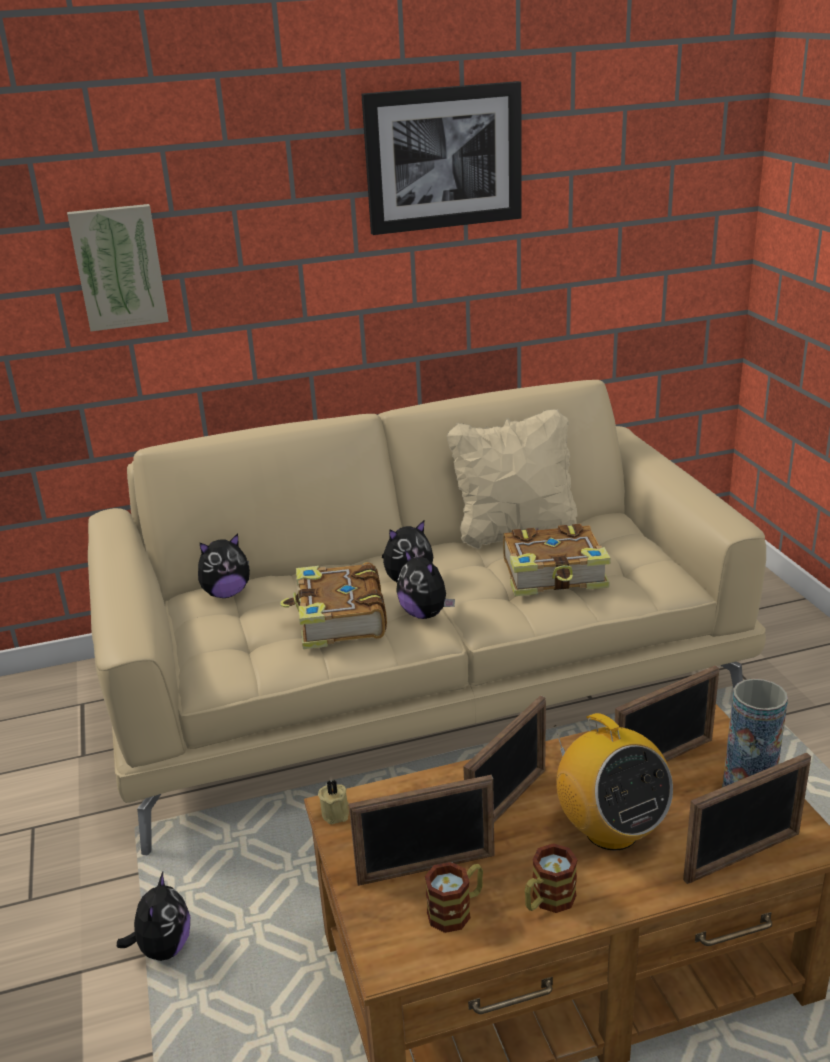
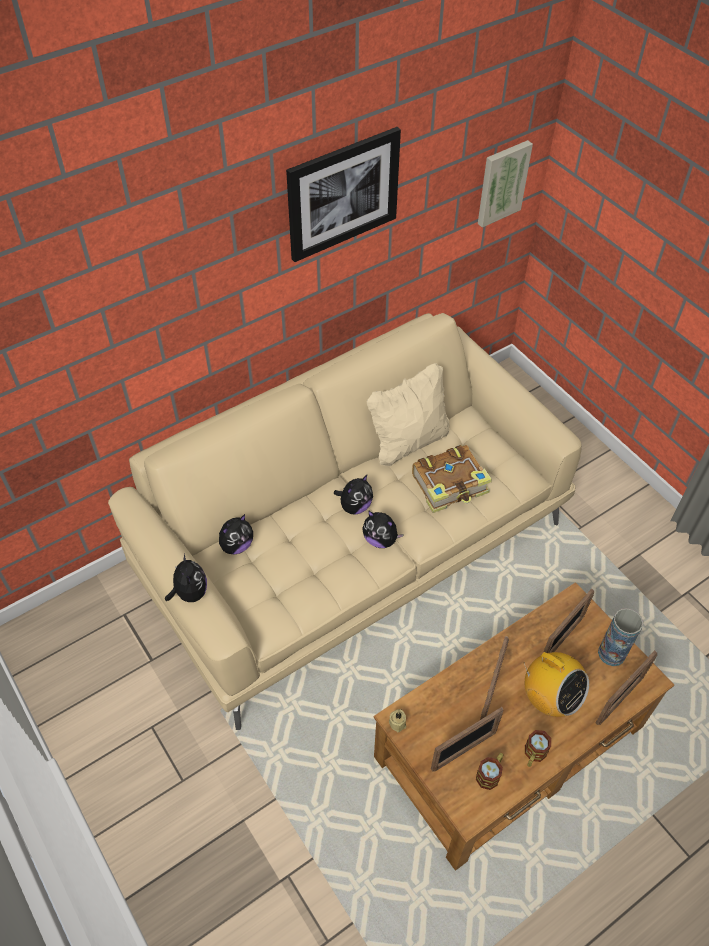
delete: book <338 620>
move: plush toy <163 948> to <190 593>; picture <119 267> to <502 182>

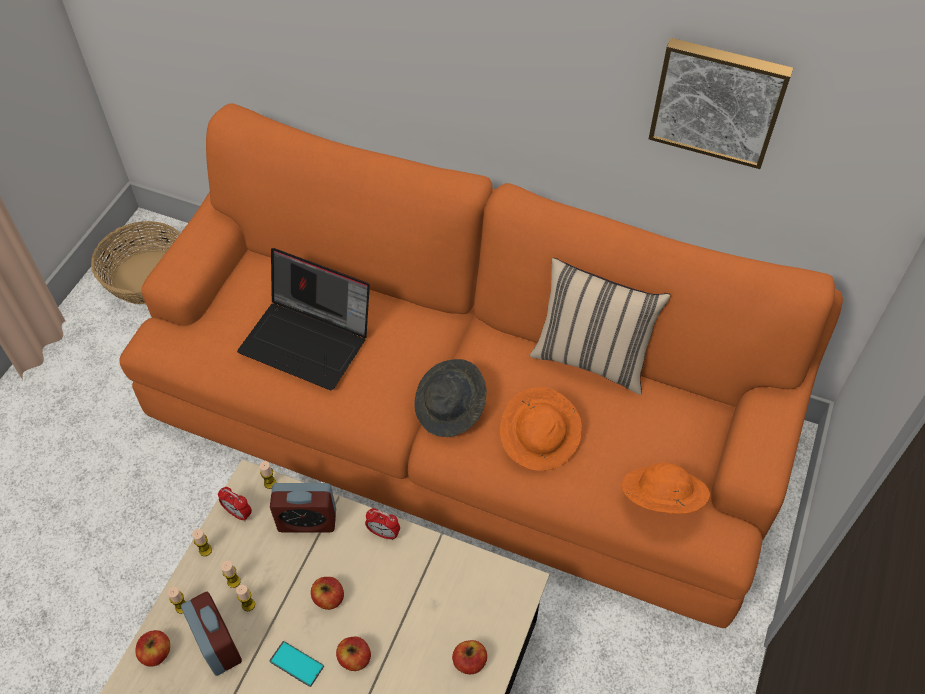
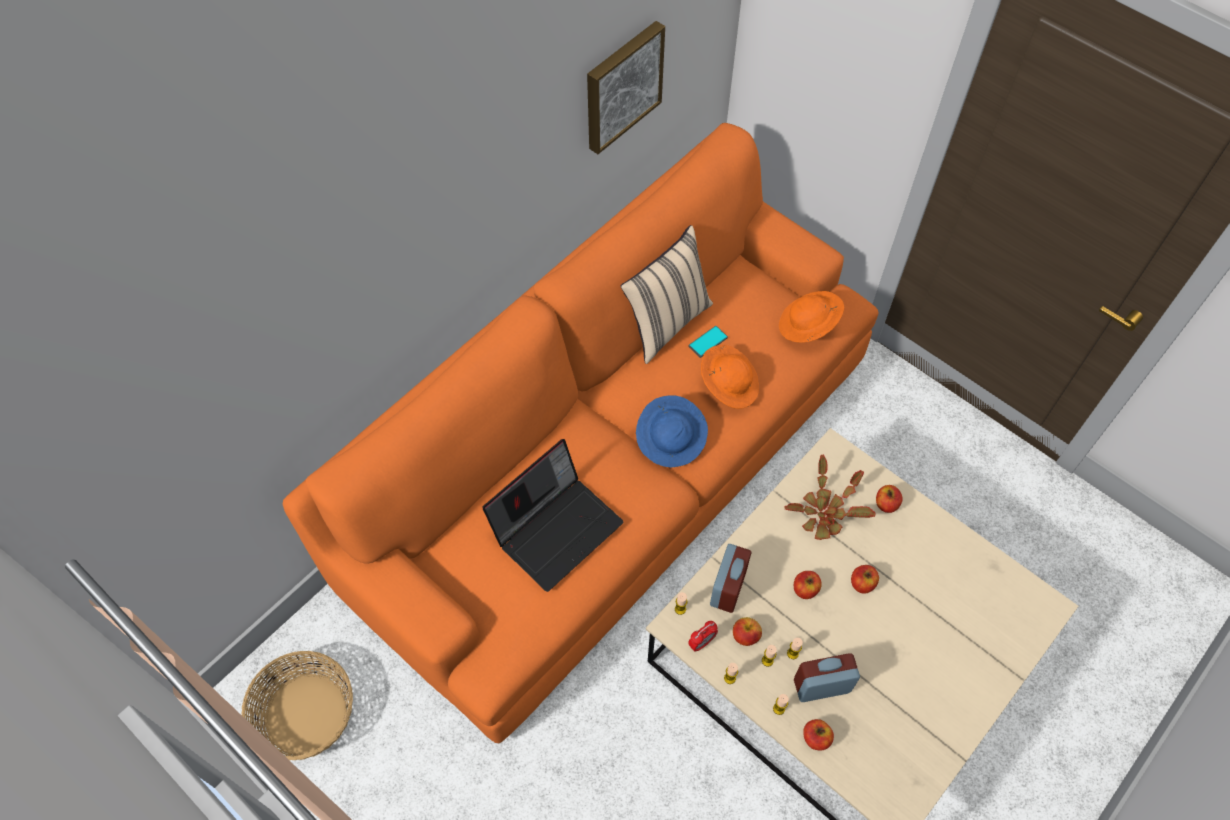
delete: alarm clock <383 533>
insert: apple <745 636>; potted plant <825 512>
move: phone <296 664> to <708 342>
recolor: hat (grey) <450 409> to hat (blue) <671 440>

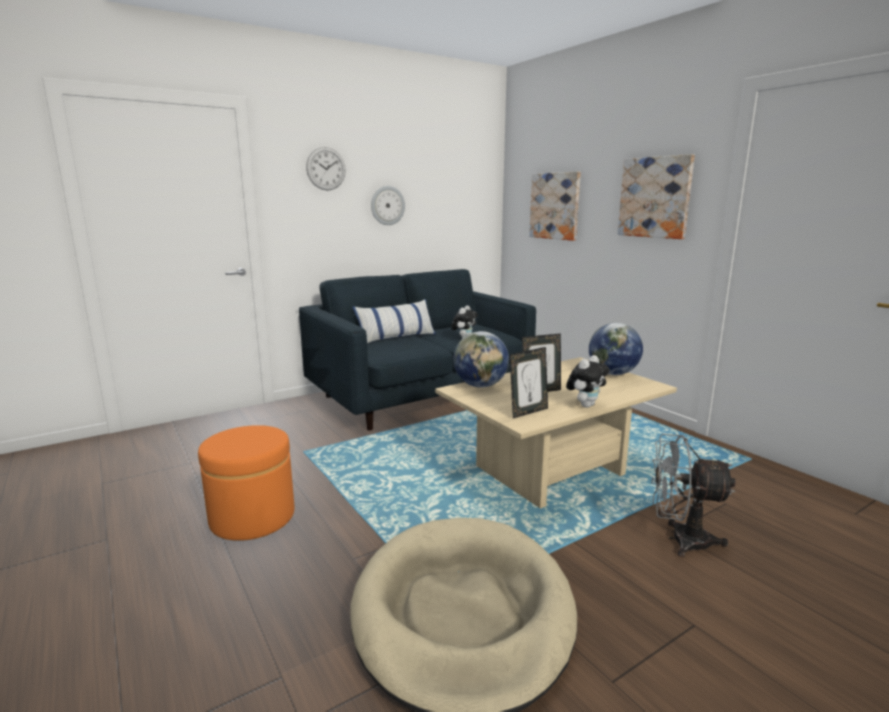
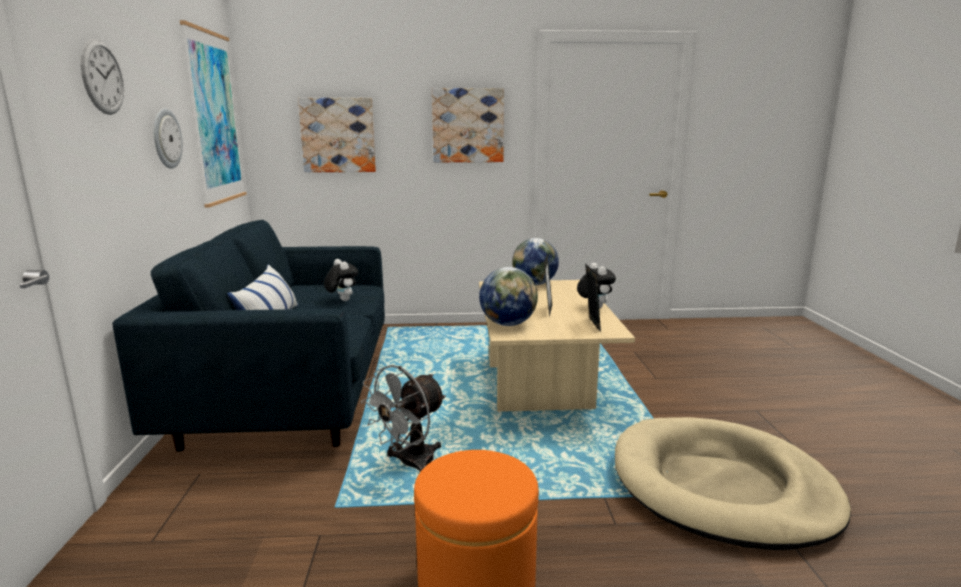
insert: picture <215 118>
move: fan (grey) <680 540> to <409 464>

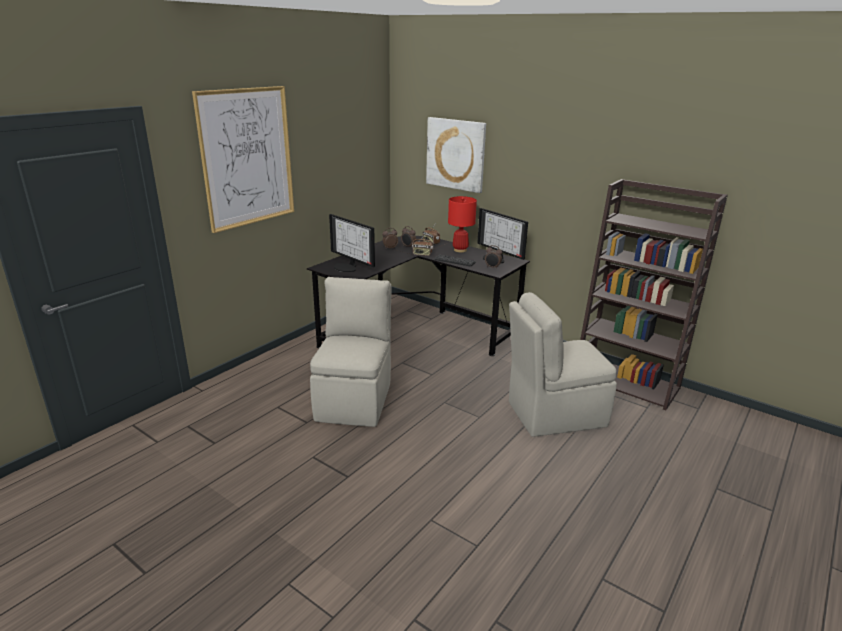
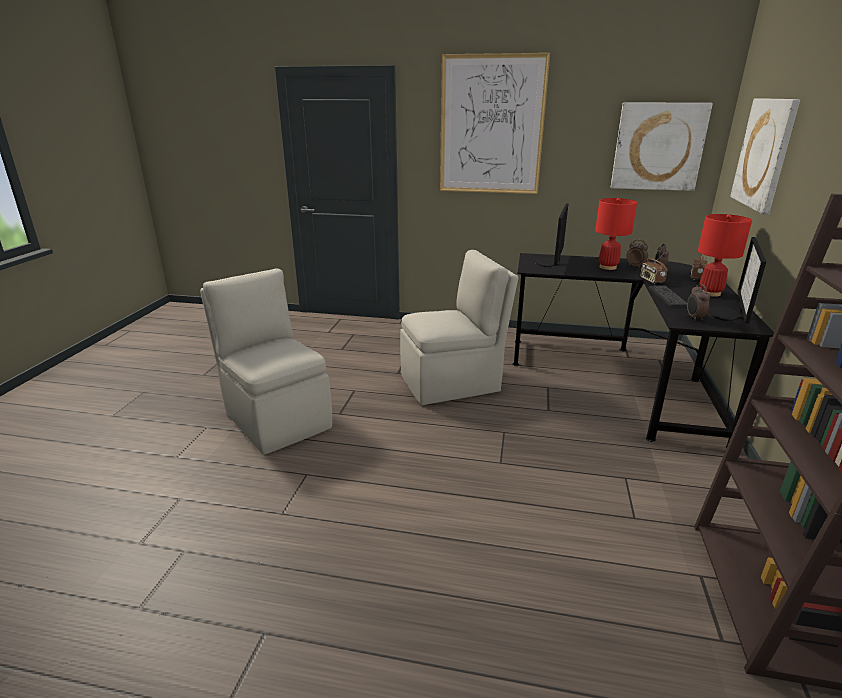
insert: table lamp (red) <607 267>; picture <658 147>
move: chair (beige) <553 414> to <277 418>

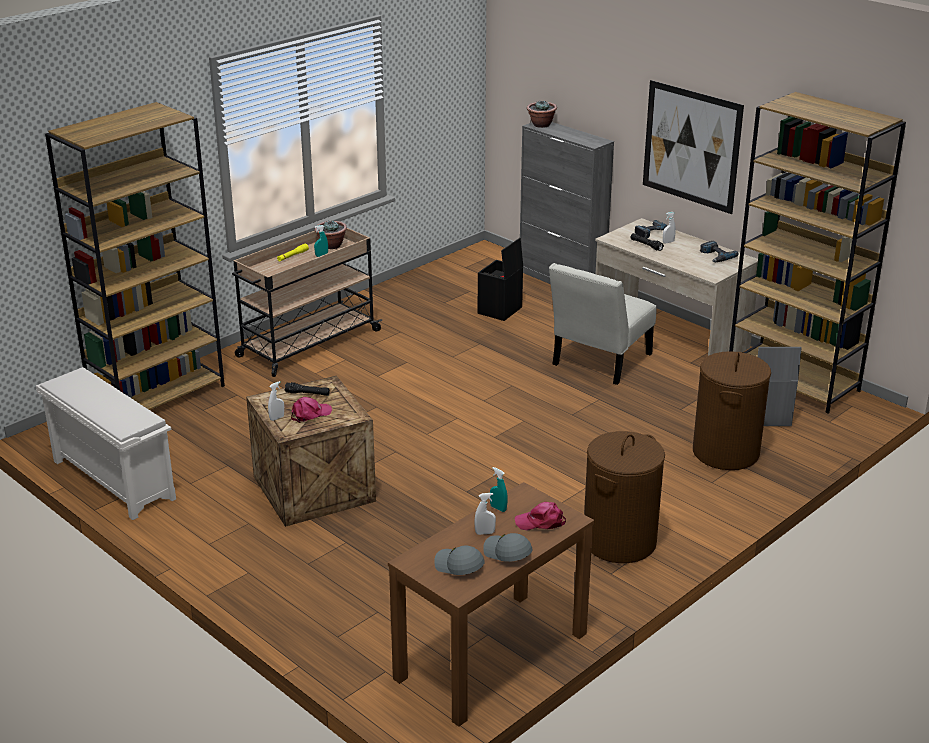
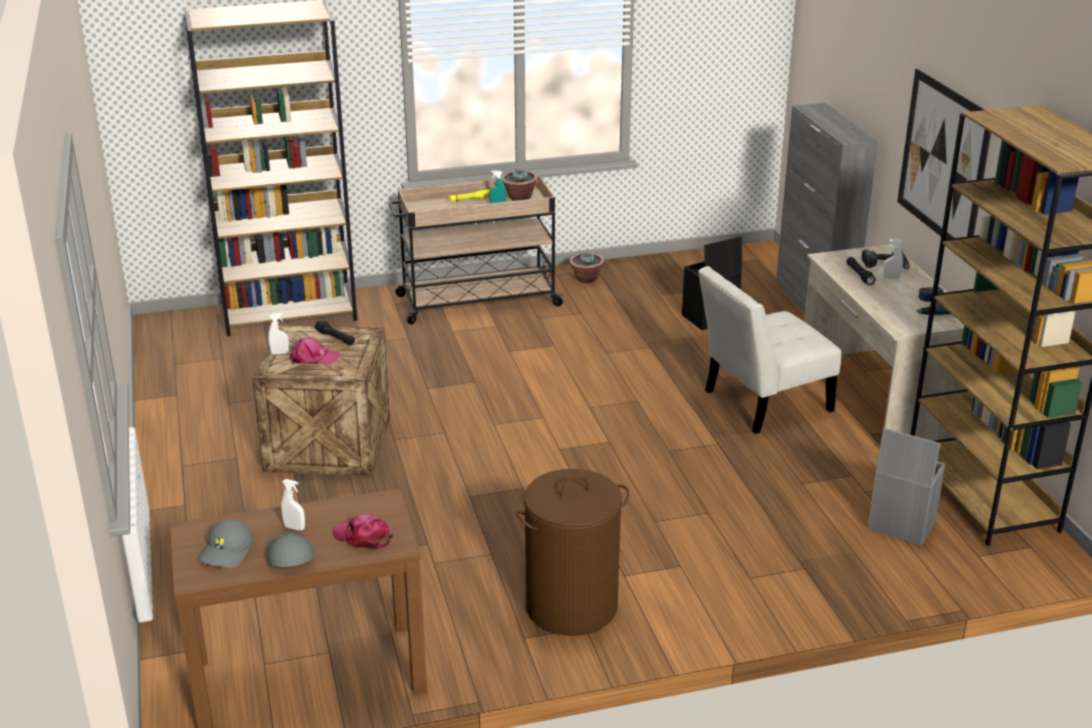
delete: shoe rack (white) <111 480>; spray bottle (turquoise) <498 508>; laundry basket (brown) <726 452>
move: potted plant <541 125> to <586 279>
rotate: cap (grey) <458 566> = <227 552> 135 degrees counterclockwise

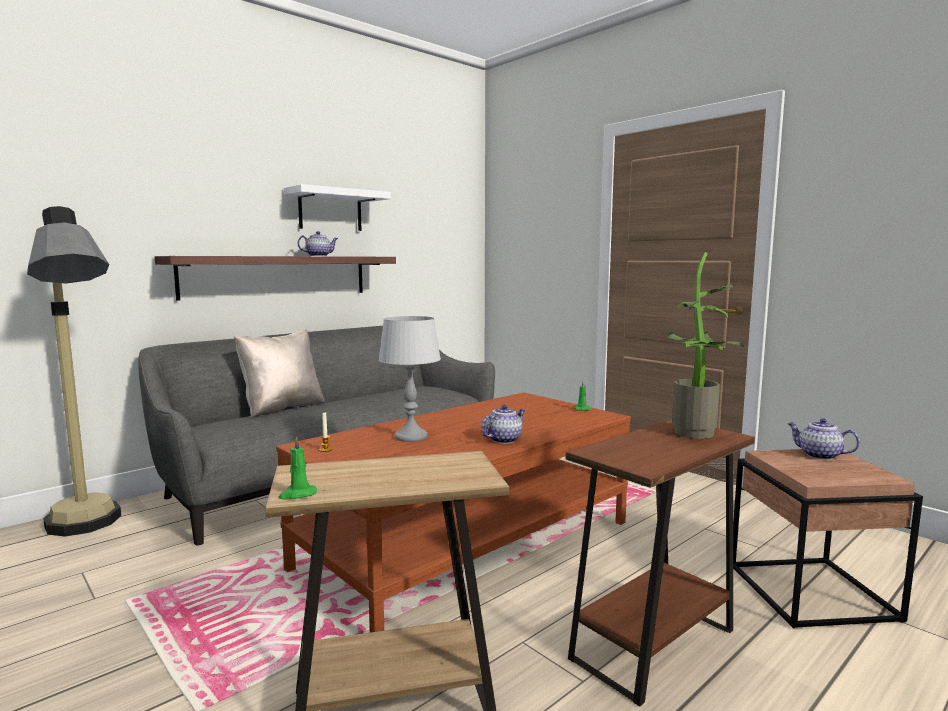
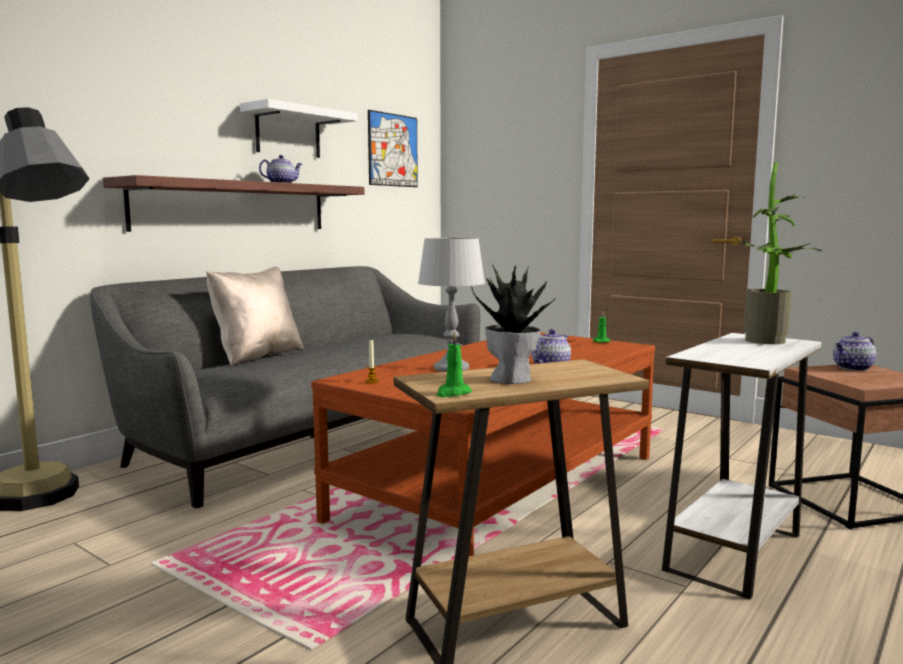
insert: picture <393 150>; potted plant <512 379>
recolor: side table (brown) <653 644> to side table (white) <734 552>
rotate: teapot <819 455> = <852 368> 60 degrees counterclockwise

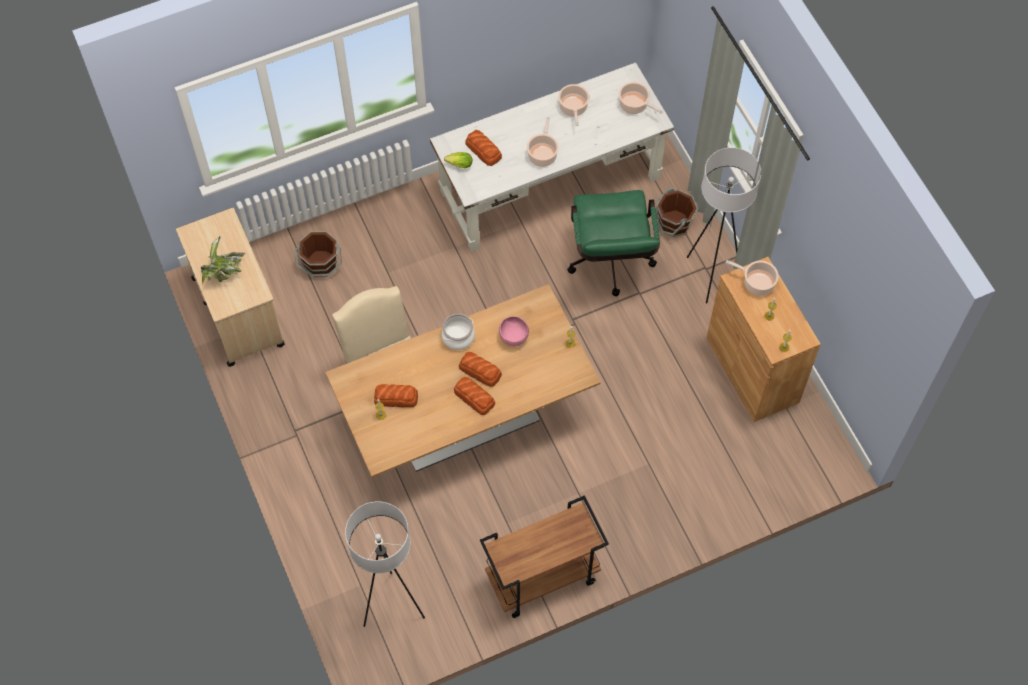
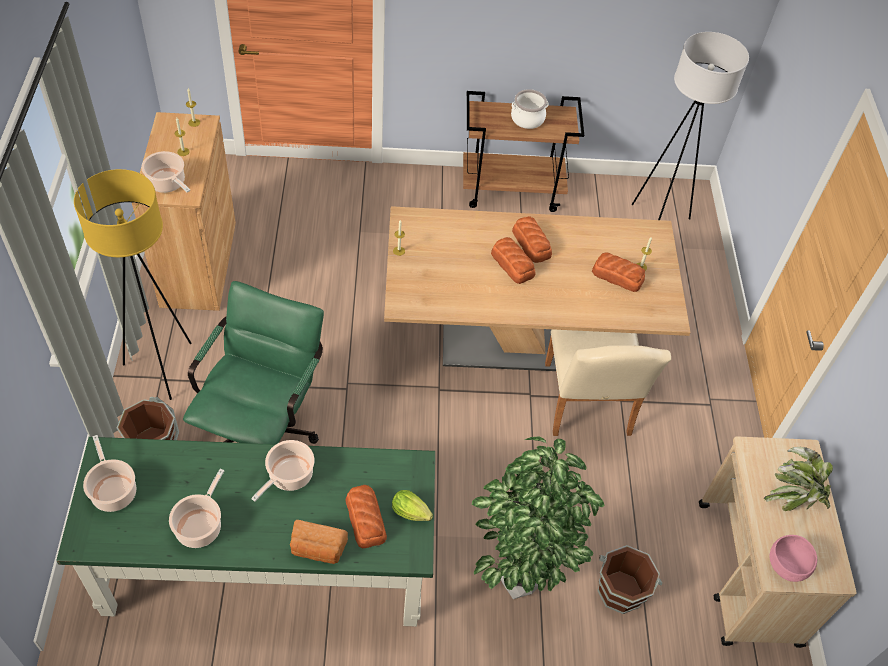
insert: bread <317 549>; potted plant <515 588>
move: cooking pot <458 337> to <527 119>; bowl (pink) <513 338> to <785 566>
recolor: desk (white) <550 184> to desk (green) <265 566>; floor lamp (white) <710 276> to floor lamp (yellow) <162 368>

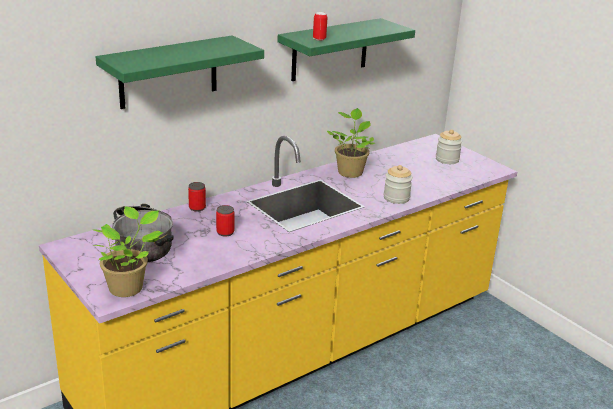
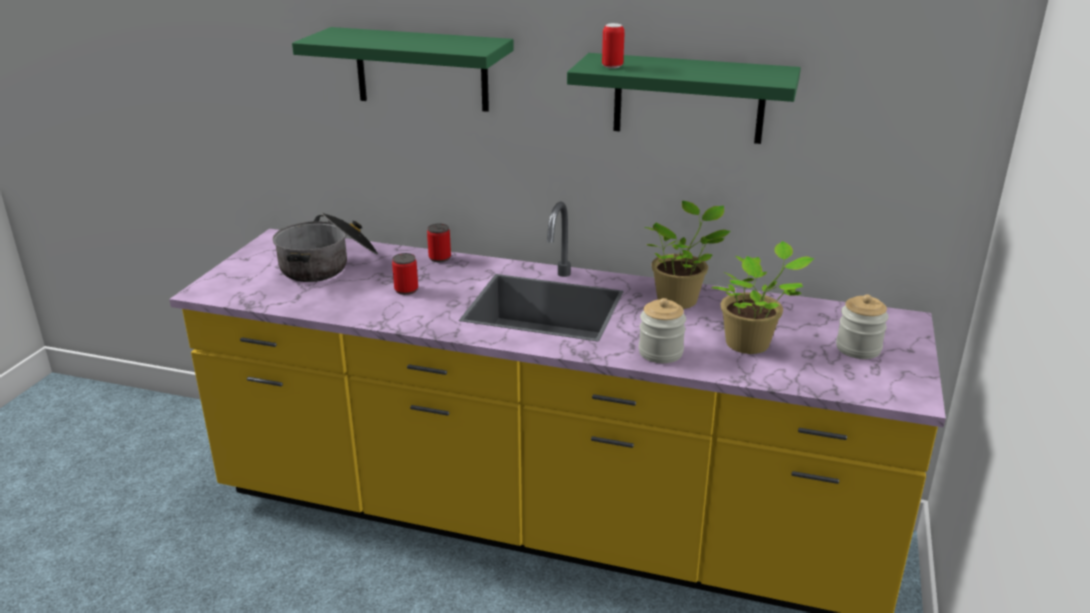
move: potted plant <128 287> to <751 344>

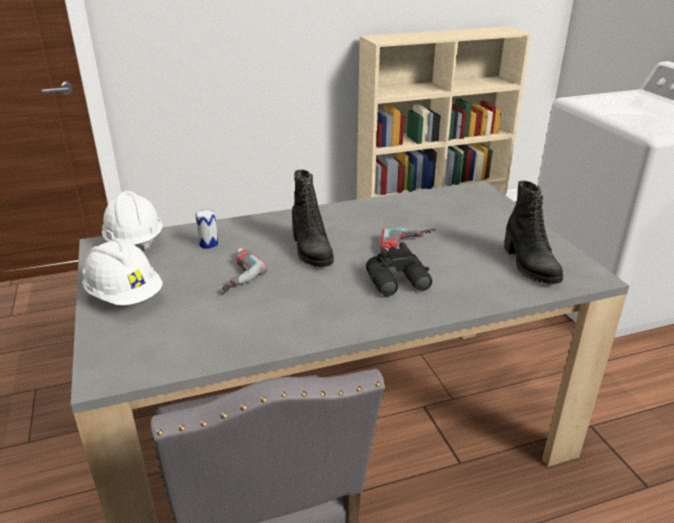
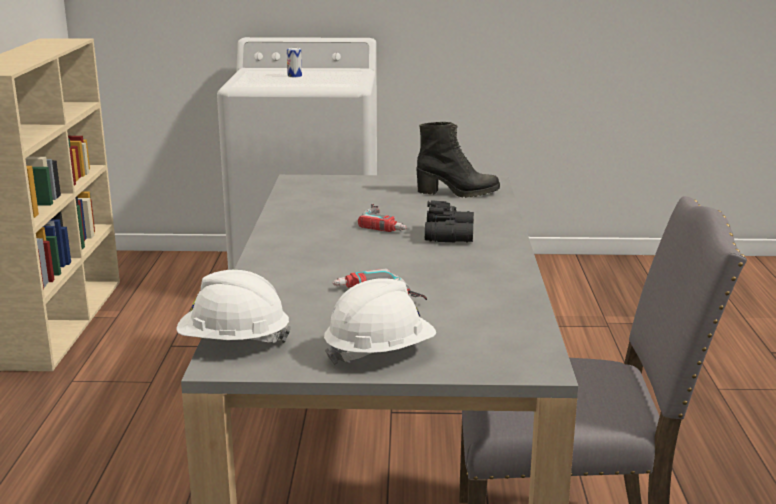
delete: boot (black) <310 251>
move: can <208 244> to <294 76>

